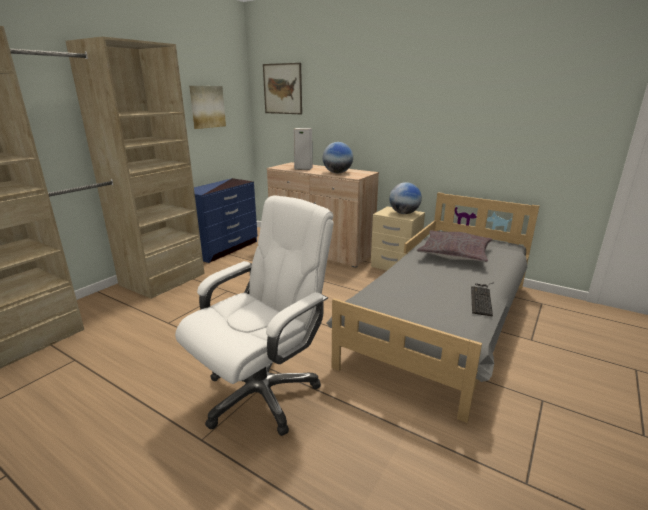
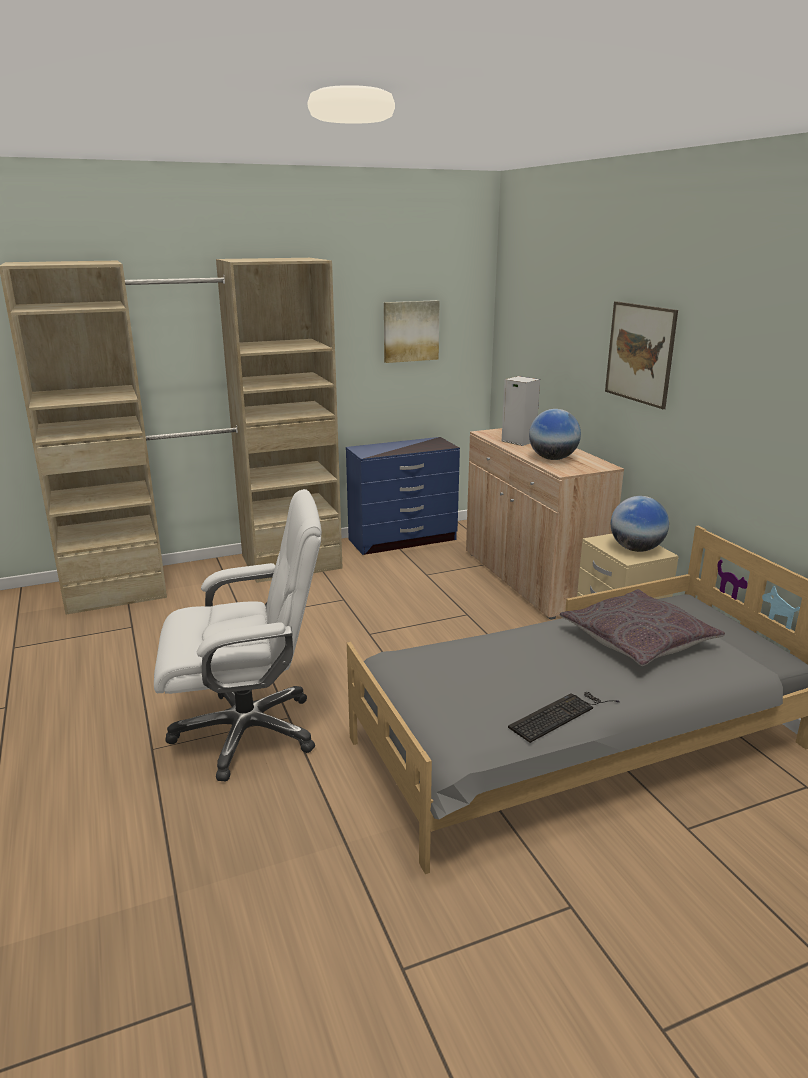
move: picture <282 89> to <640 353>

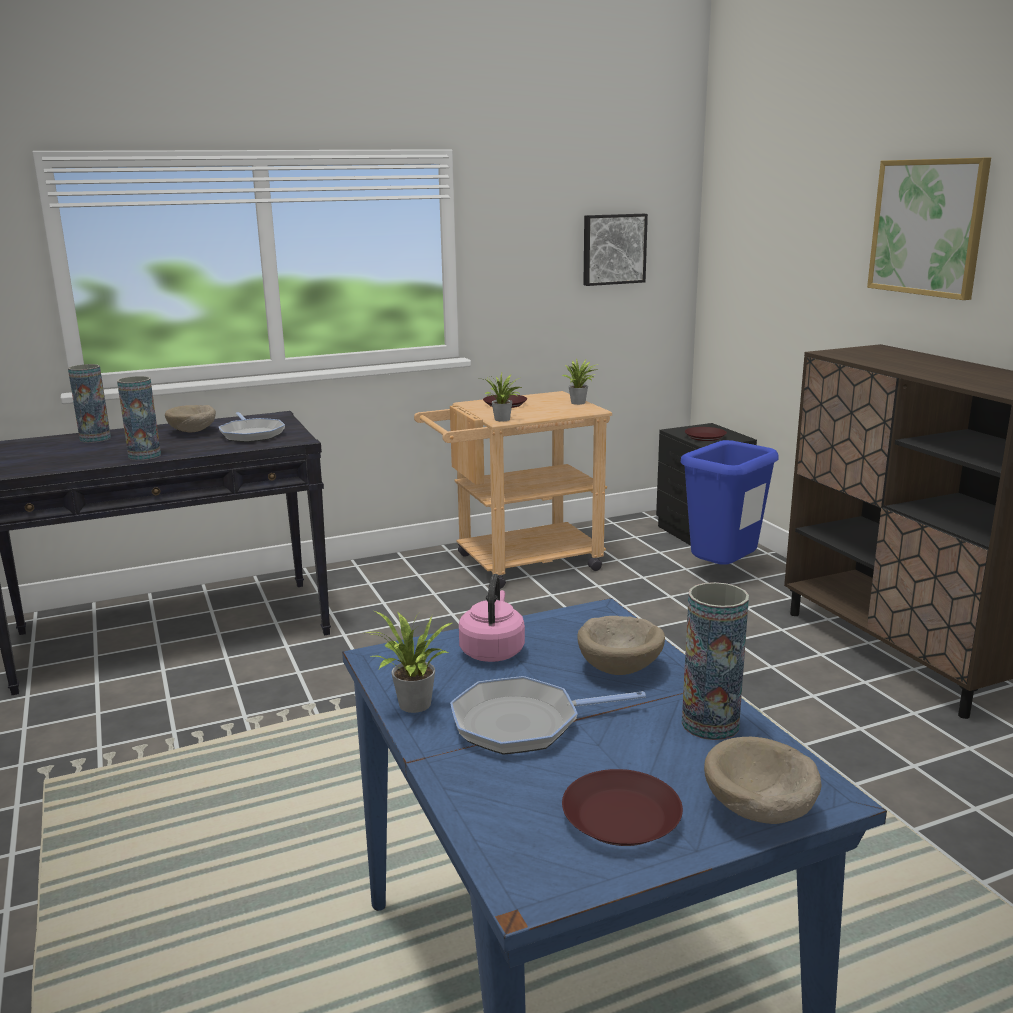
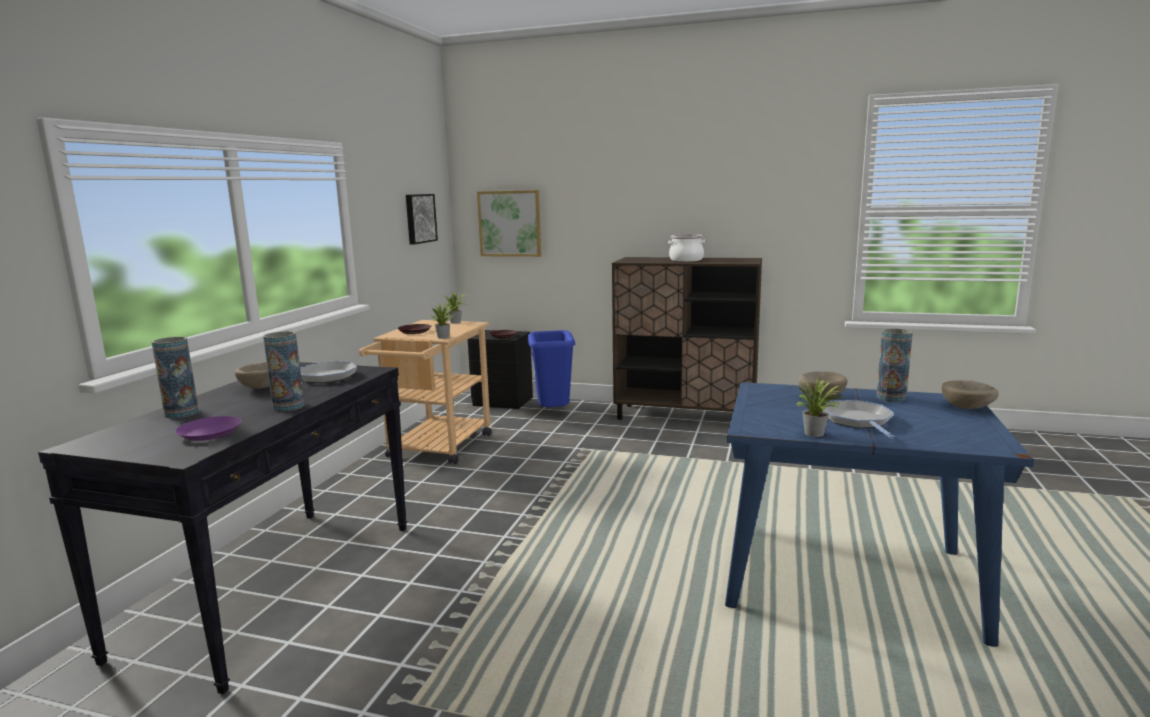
delete: kettle (pink) <492 650>; plate (brown) <620 818>
insert: plate (purple) <210 433>; cooking pot <686 260>
move: picture <928 227> to <510 223>
rotate: frying pan <523 724> = <858 421> 150 degrees clockwise

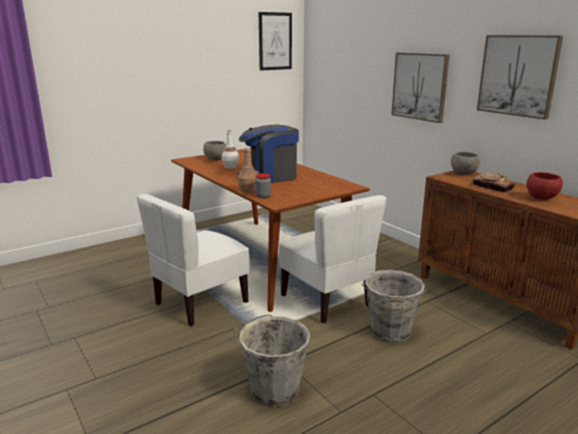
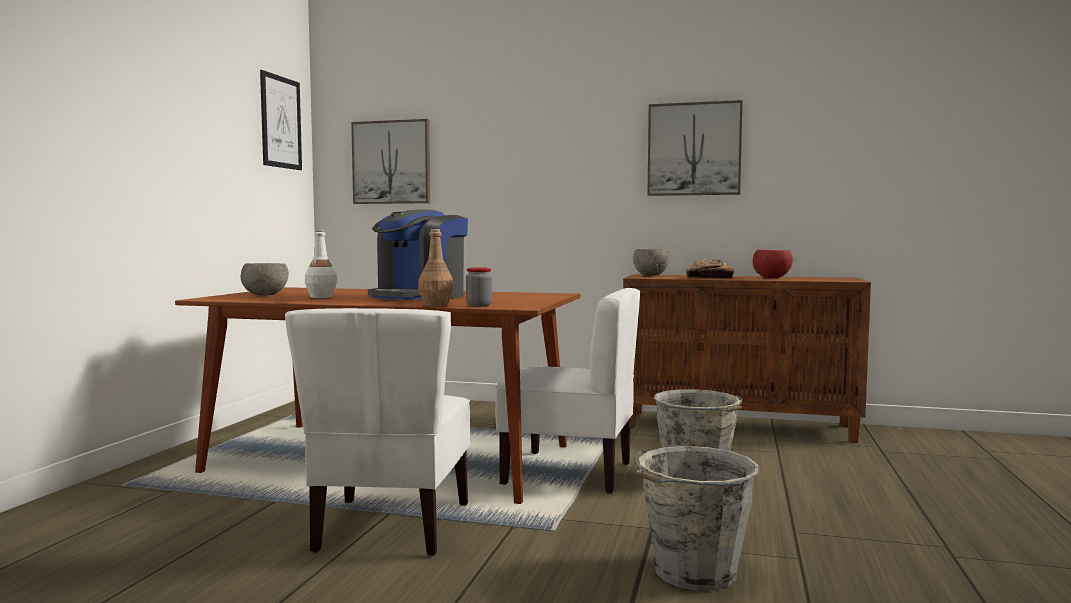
move: picture <420 86> to <391 162>

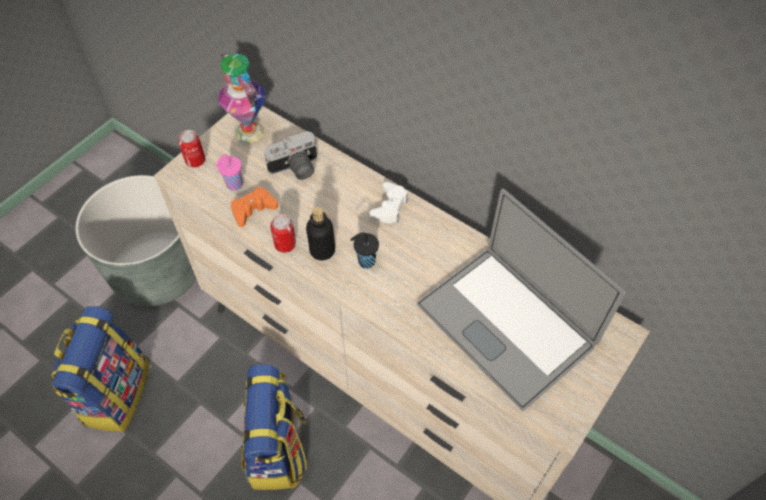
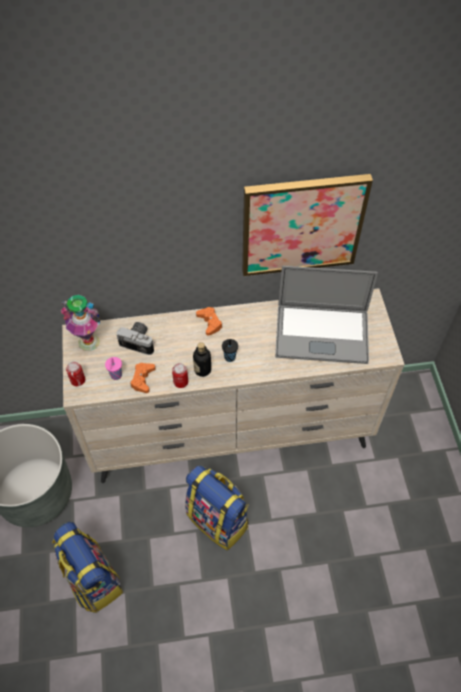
insert: picture <302 225>
recolor: game controller (white) <389 207> to game controller (orange) <209 323>
rotate: photo camera <295 169> = <139 341> 90 degrees counterclockwise

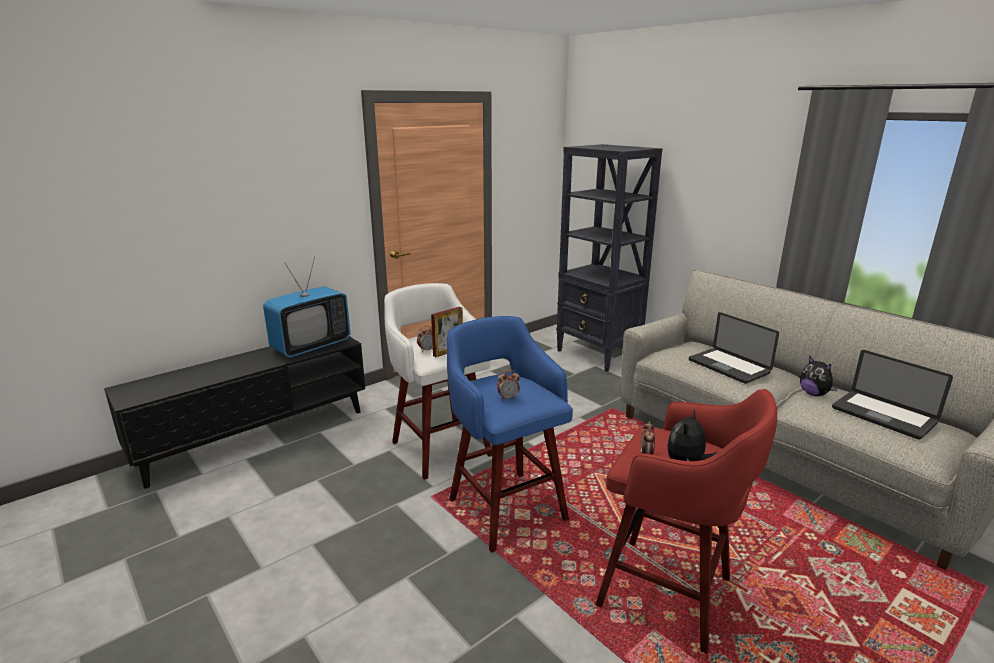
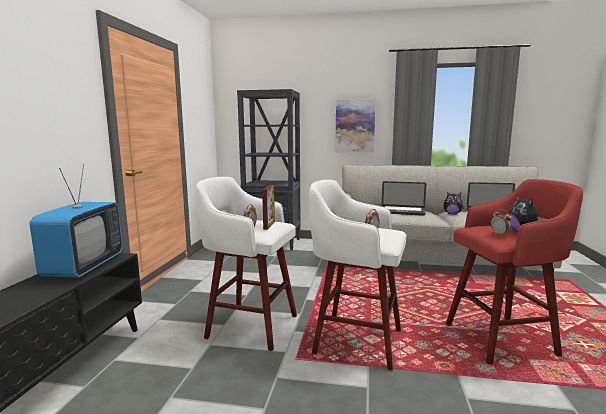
insert: picture <355 126>
recolor: stool (blue) <505 507> to stool (white) <355 340>

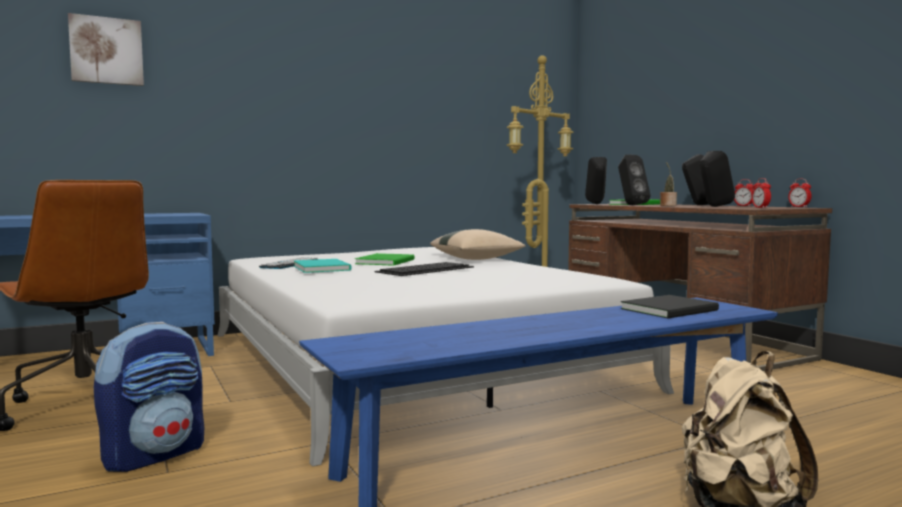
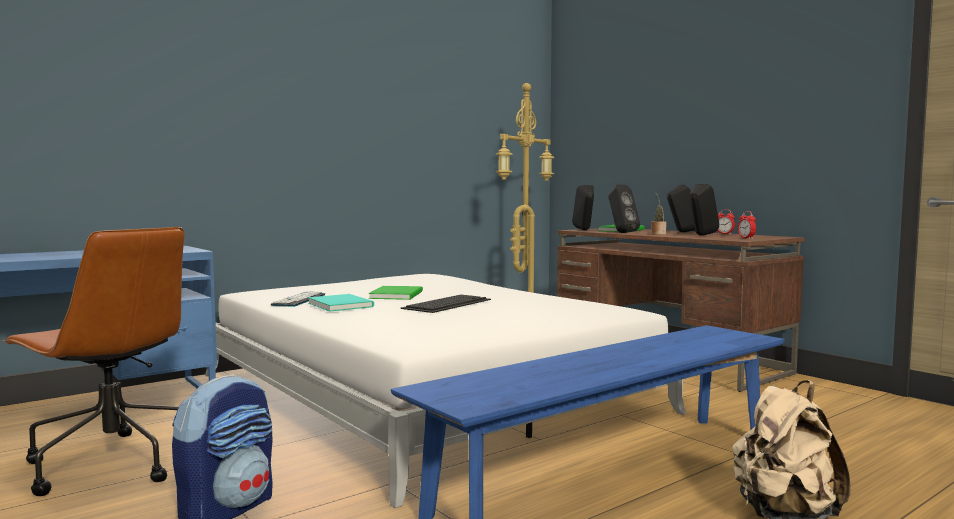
delete: picture <106 51>; pillow (beige) <477 259>; book (black) <672 309>; alarm clock <799 207>

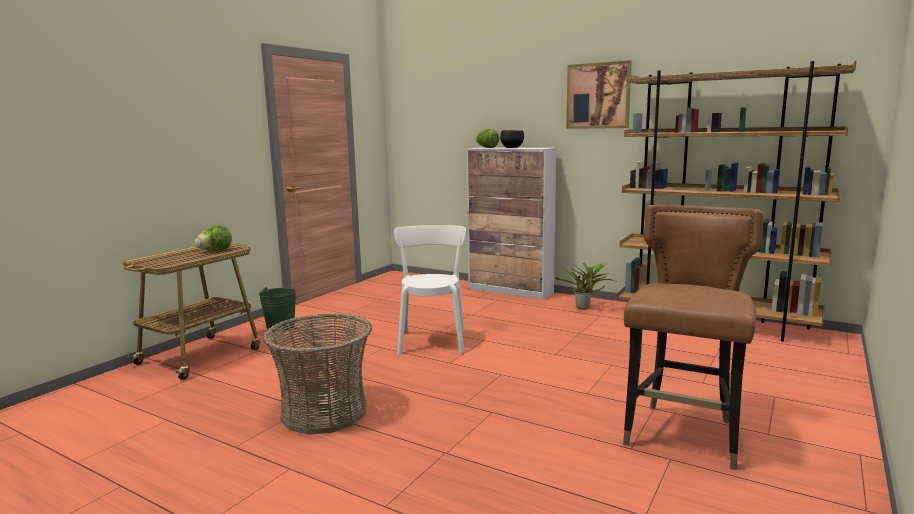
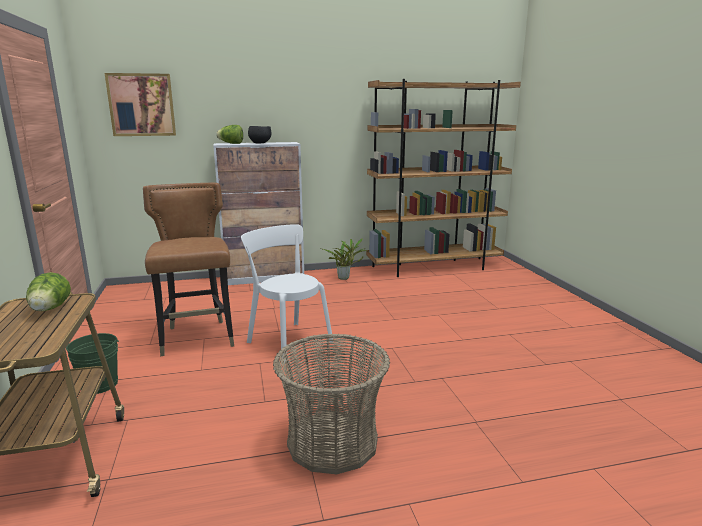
move: picture <598 96> to <141 105>; chair (brown) <683 436> to <198 338>

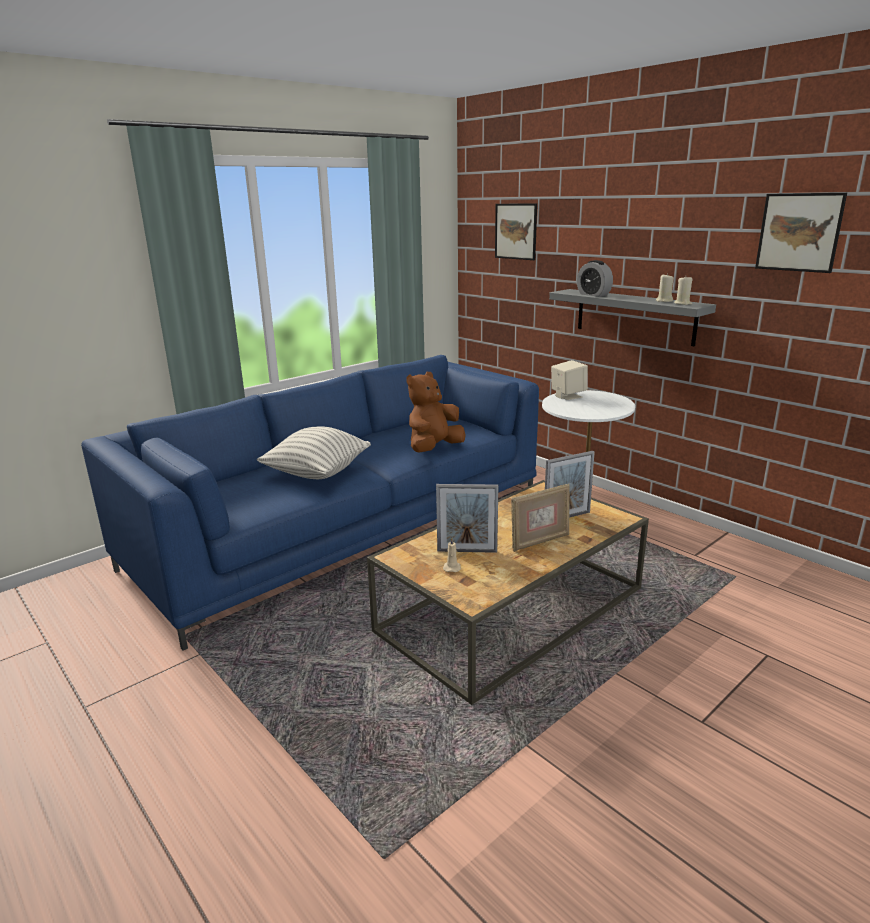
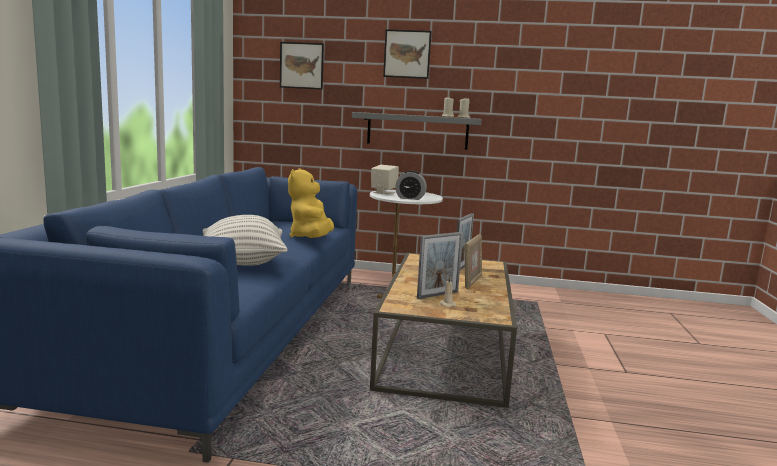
move: picture <799 232> to <407 54>; alarm clock <593 294> to <410 198>
recolor: plush toy (brown) <434 448> to plush toy (yellow) <311 238>

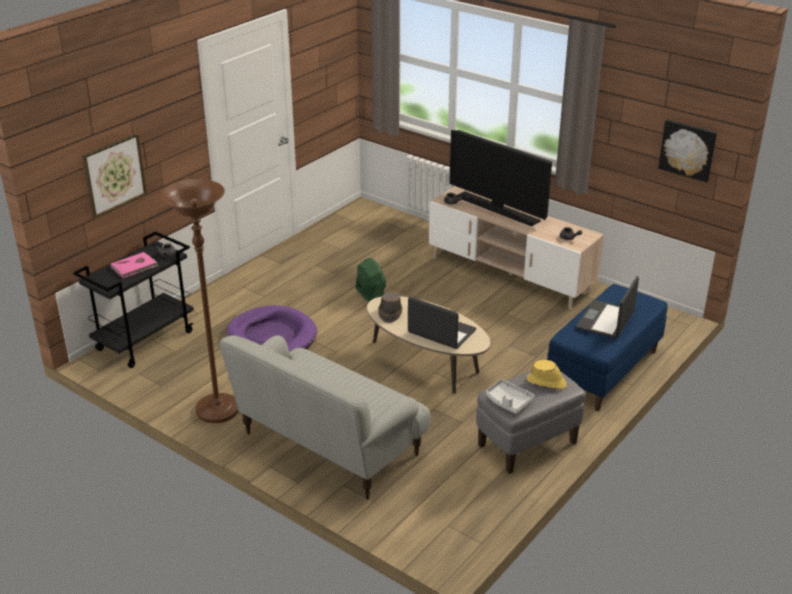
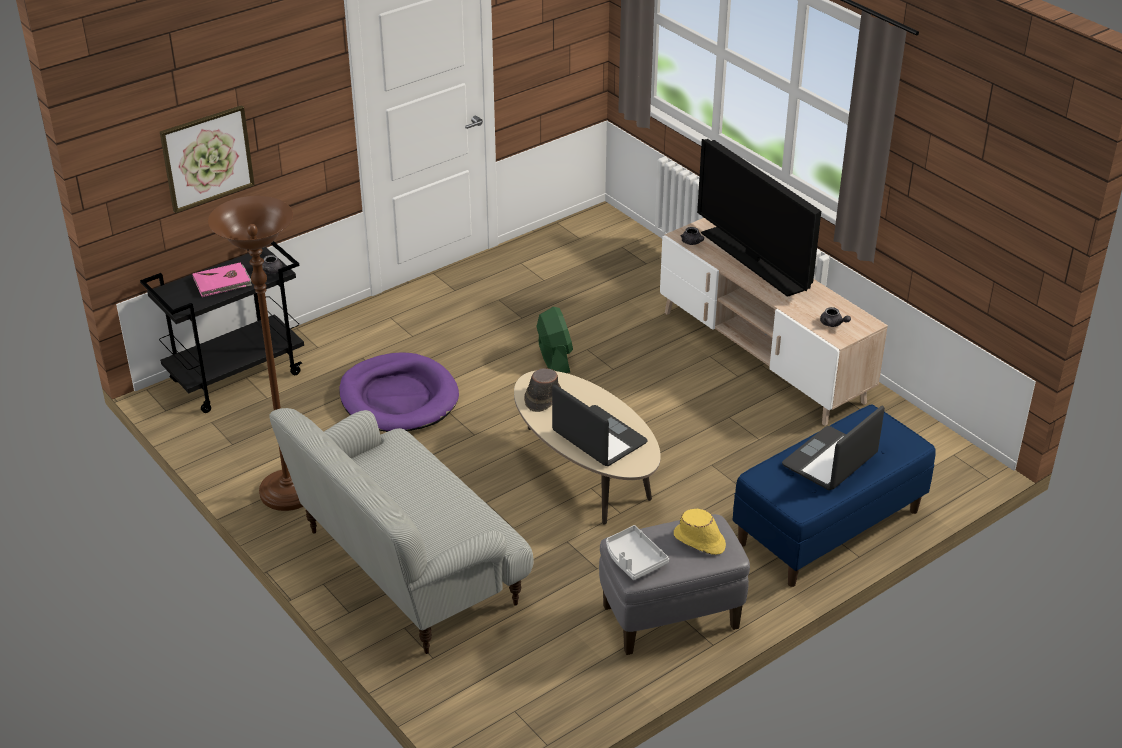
delete: picture <688 149>

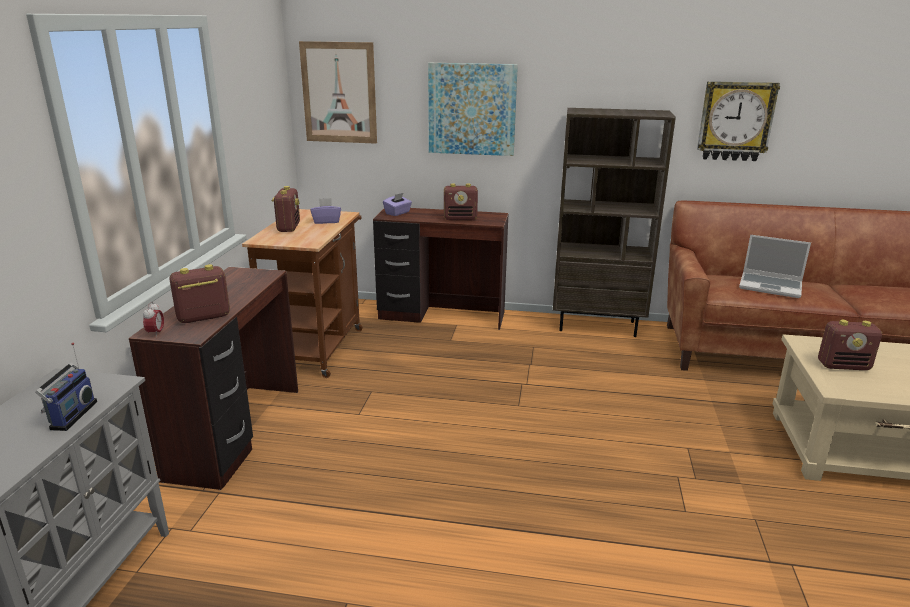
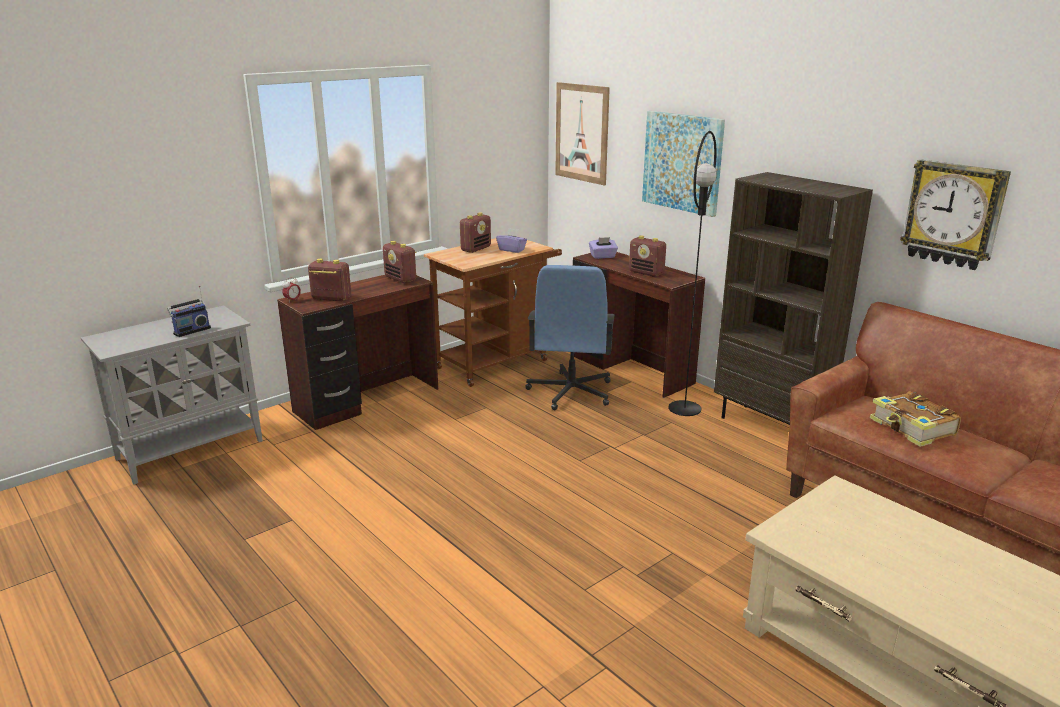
insert: office chair (blue) <570 392>; floor lamp (black) <684 408>
move: radio <844 366> to <401 279>
replace: laptop <771 286> to book <912 428>

